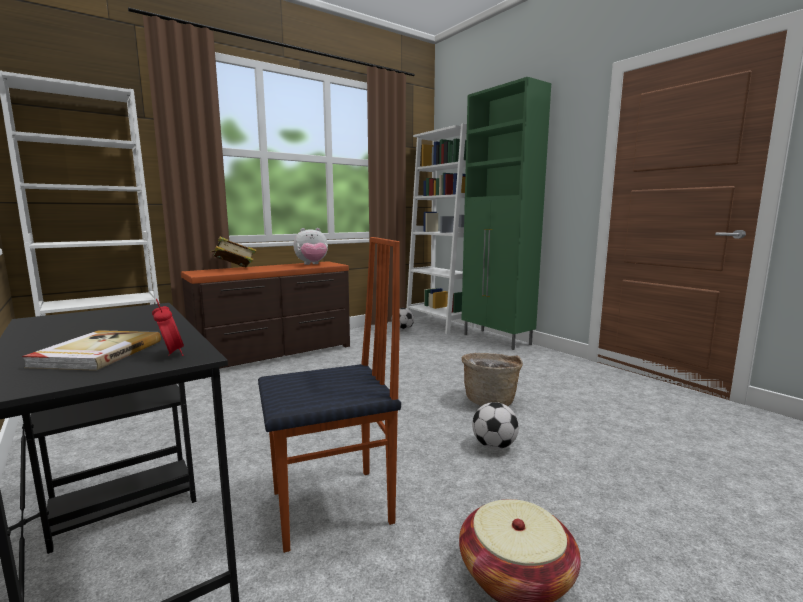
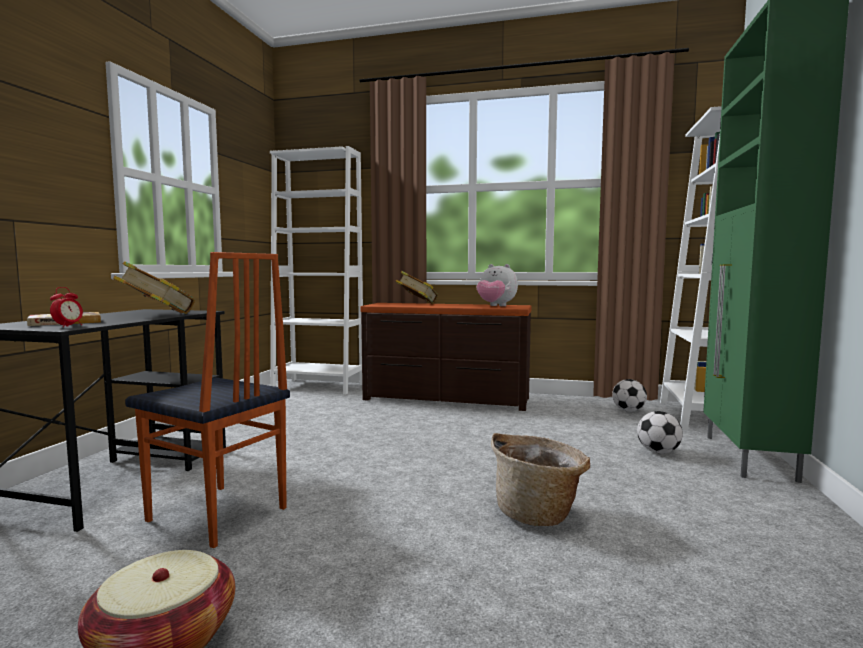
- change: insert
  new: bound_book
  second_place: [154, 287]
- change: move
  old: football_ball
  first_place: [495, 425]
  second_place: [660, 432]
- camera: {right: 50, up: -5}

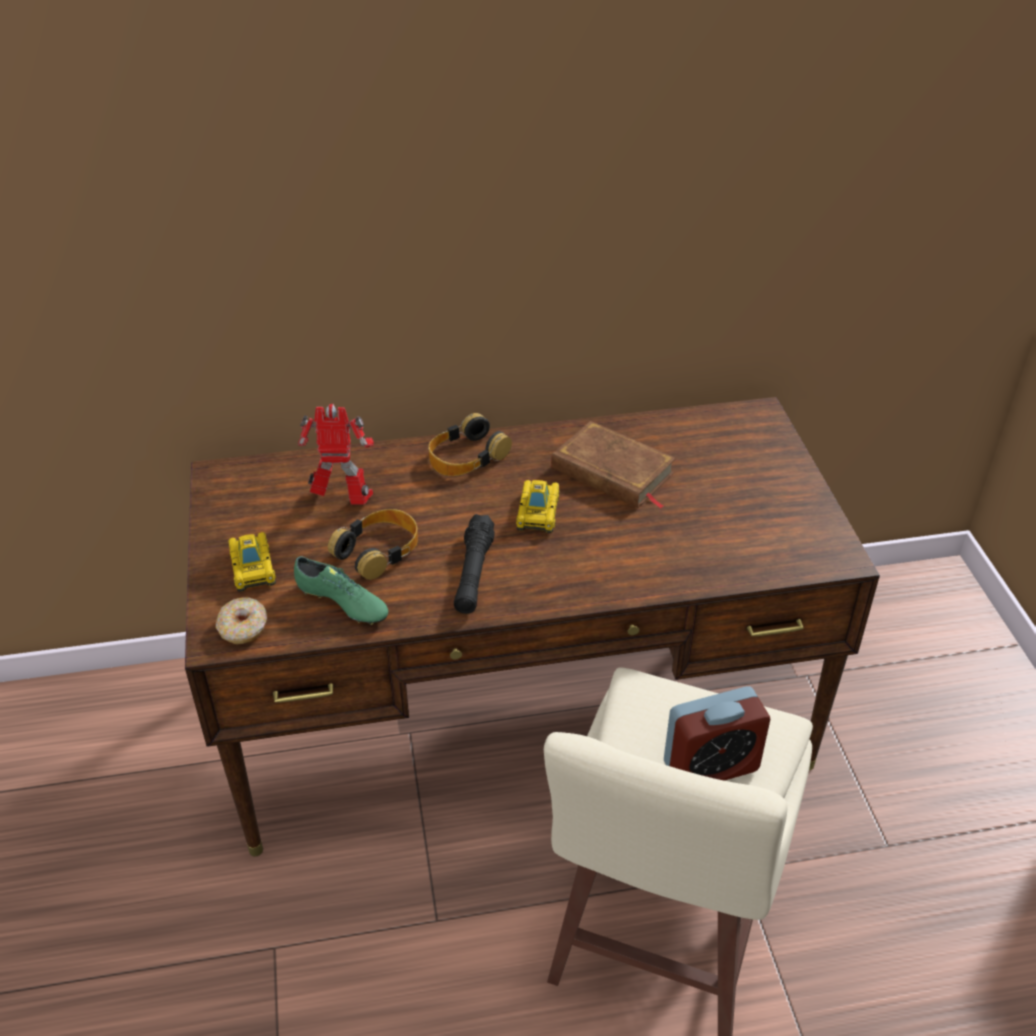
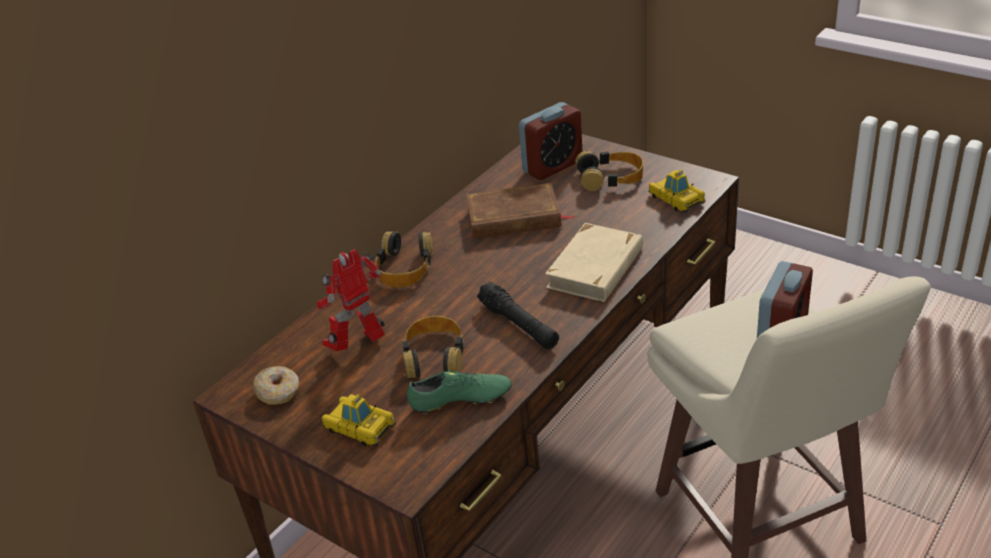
- change: move
  old: ring_doughnut
  first_place: [241, 621]
  second_place: [275, 385]
- change: insert
  new: table_clock
  second_place: [550, 141]
- change: insert
  new: sand-coloured_bound_book
  second_place: [594, 262]
- change: insert
  new: pair_of_headphones
  second_place: [609, 170]
- change: move
  old: toy_car
  first_place: [538, 506]
  second_place: [677, 191]
- camera: {right: -40, up: -5}

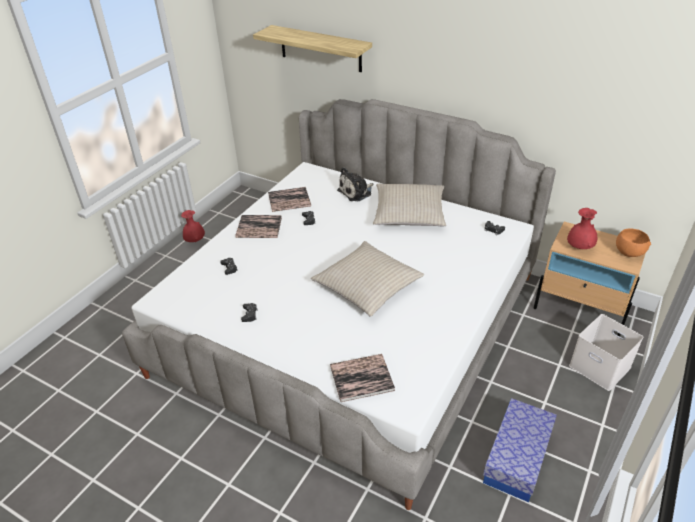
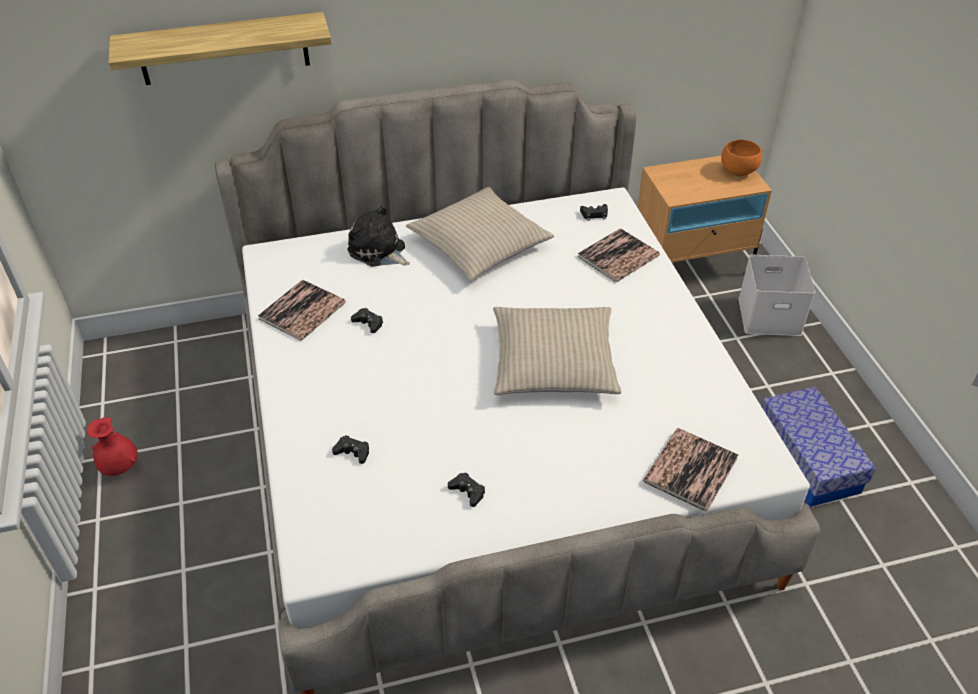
- change: rotate
  old: soft_toy
  first_place: [355, 184]
  second_place: [378, 235]
  degrees: 120
- change: move
  old: bound_book
  first_place: [258, 226]
  second_place: [619, 255]
- change: delete
  old: red_decorative_vase
  first_place: [582, 228]
- camera: {right: -45, up: 5}

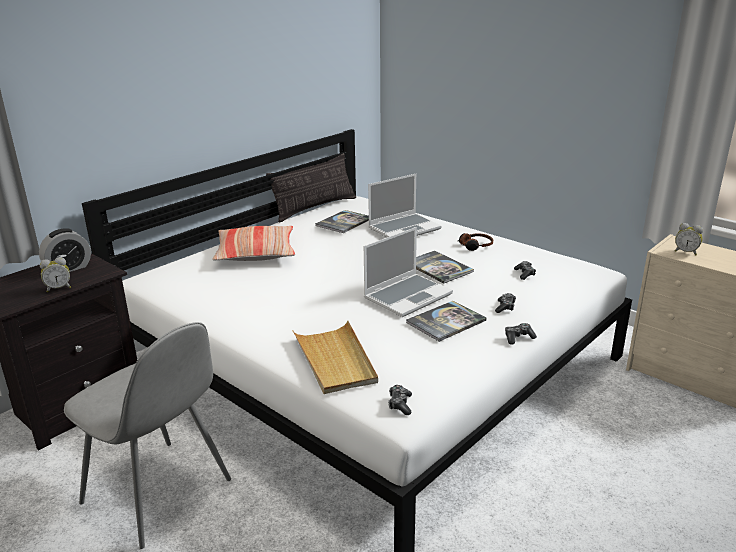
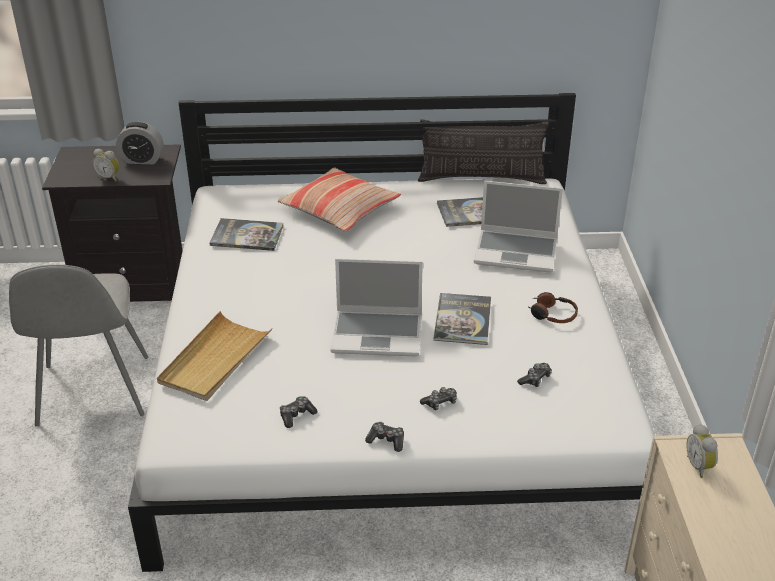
- change: move
  old: bound_book
  first_place: [446, 321]
  second_place: [246, 234]
- change: move
  old: game_controller
  first_place: [400, 400]
  second_place: [298, 412]
- camera: {right: 45, up: 10}

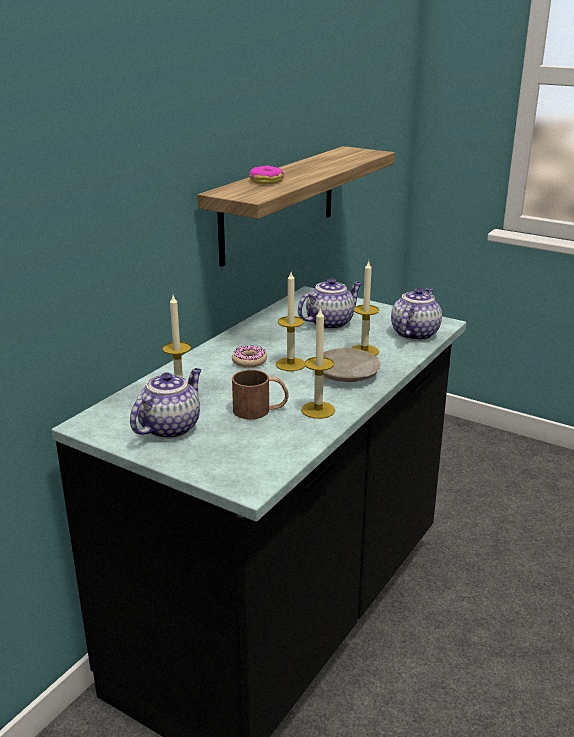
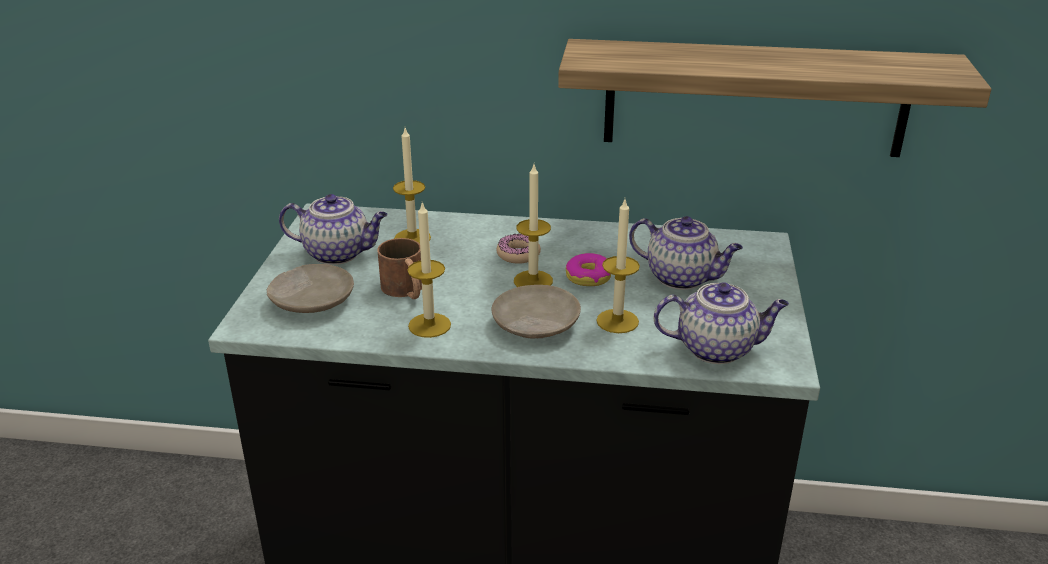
- change: insert
  new: sand-coloured_dinner_plate
  second_place: [310, 288]
- change: move
  old: ring_doughnut
  first_place: [266, 174]
  second_place: [588, 269]
- camera: {right: 65, up: 5}

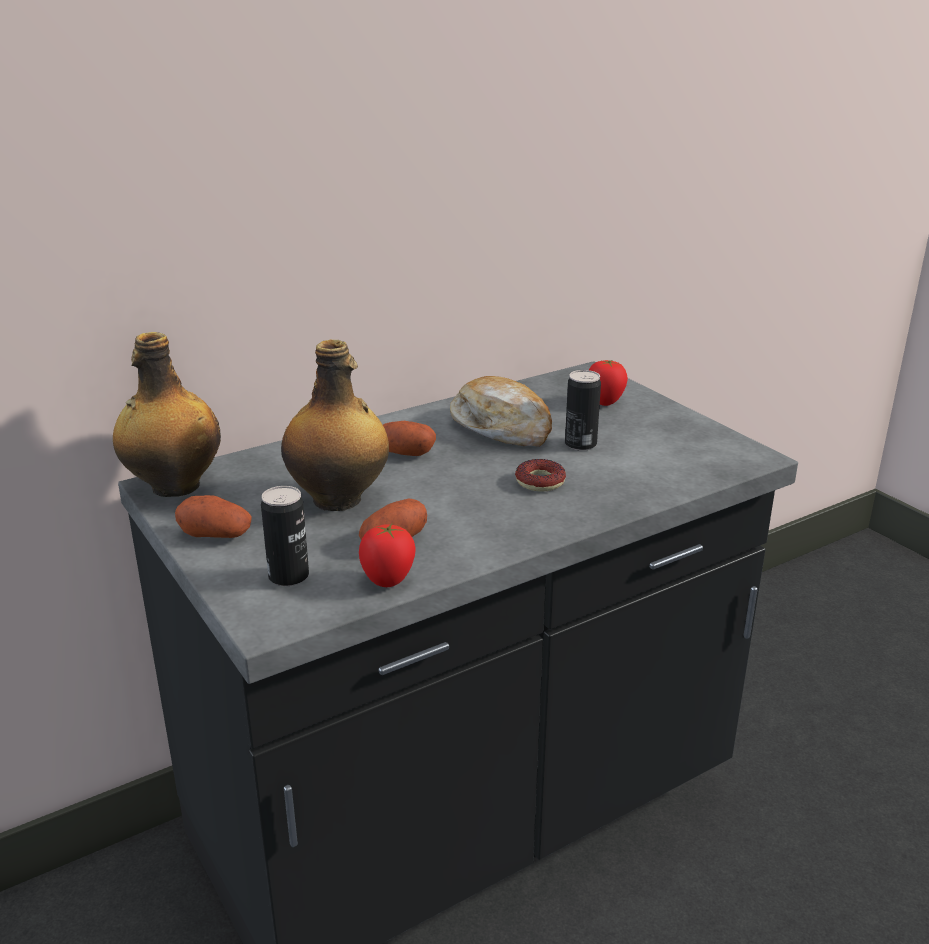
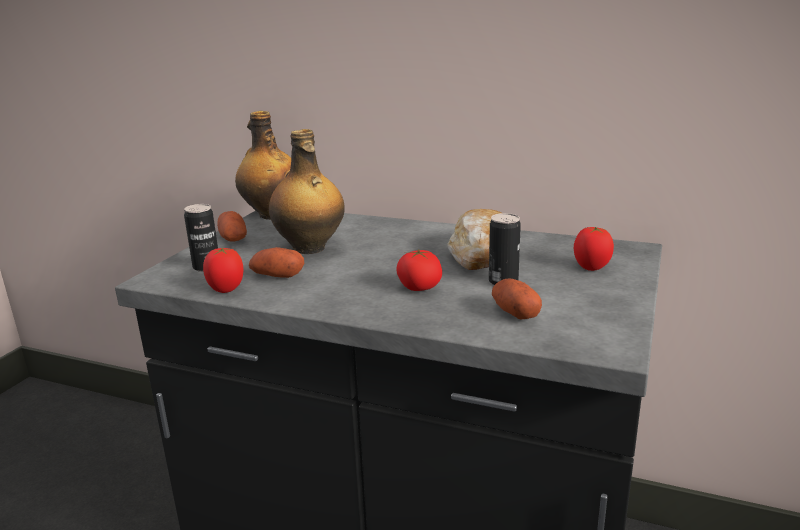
- change: replace
  old: ring_doughnut
  new: whole_tomato
  first_place: [540, 475]
  second_place: [419, 270]
- change: move
  old: potato
  first_place: [409, 438]
  second_place: [517, 299]
- camera: {right: 55, up: -5}

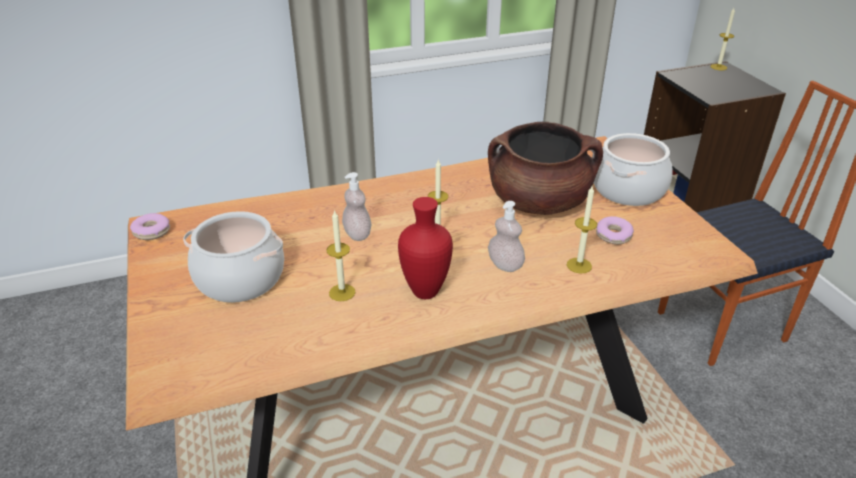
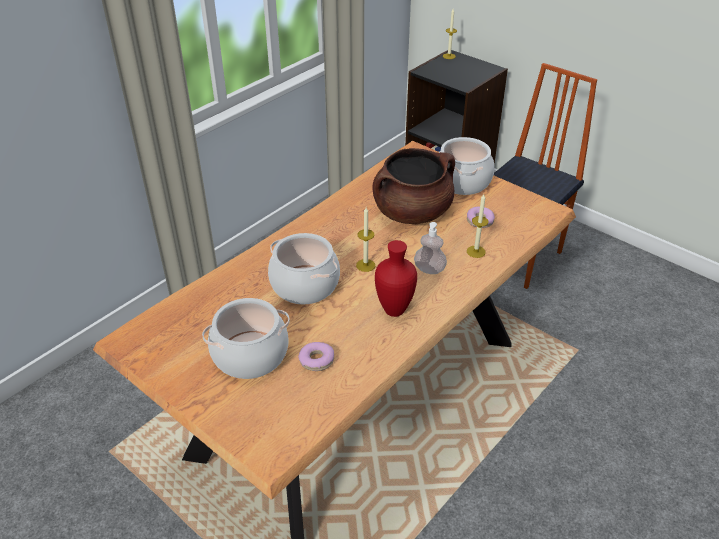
- change: replace
  old: soap_bottle
  new: saucepot
  first_place: [357, 206]
  second_place: [304, 268]
- change: move
  old: ring_doughnut
  first_place: [150, 226]
  second_place: [316, 356]
- change: delete
  old: wax_candle
  first_place: [340, 255]
- camera: {right: -30, up: 5}

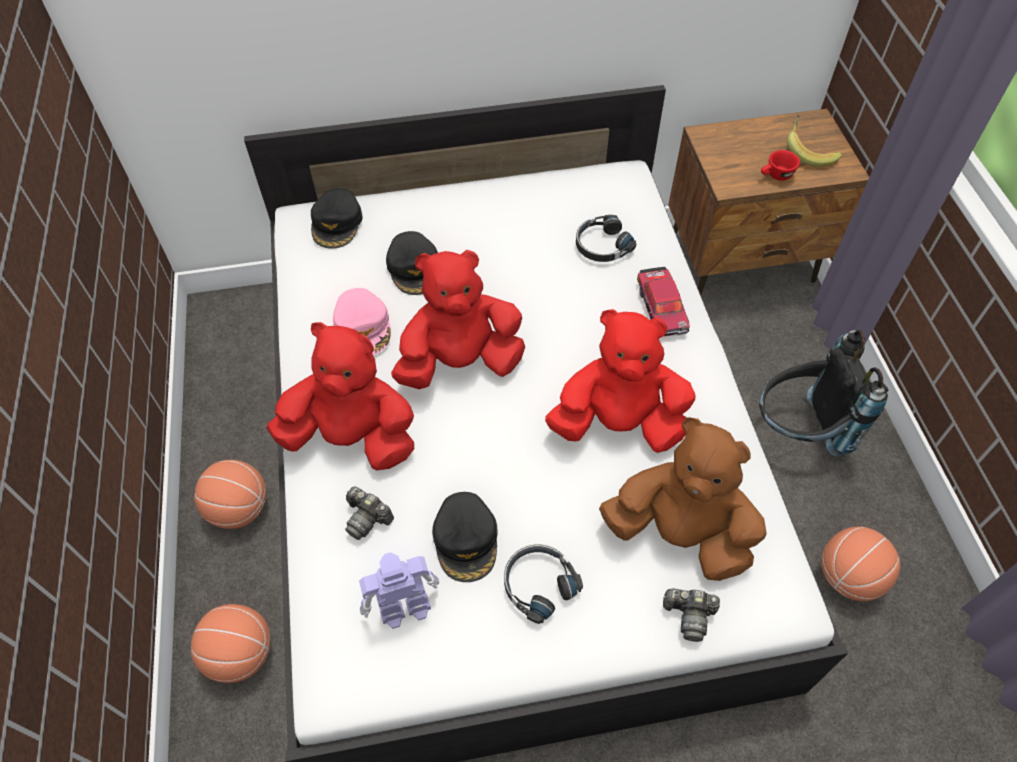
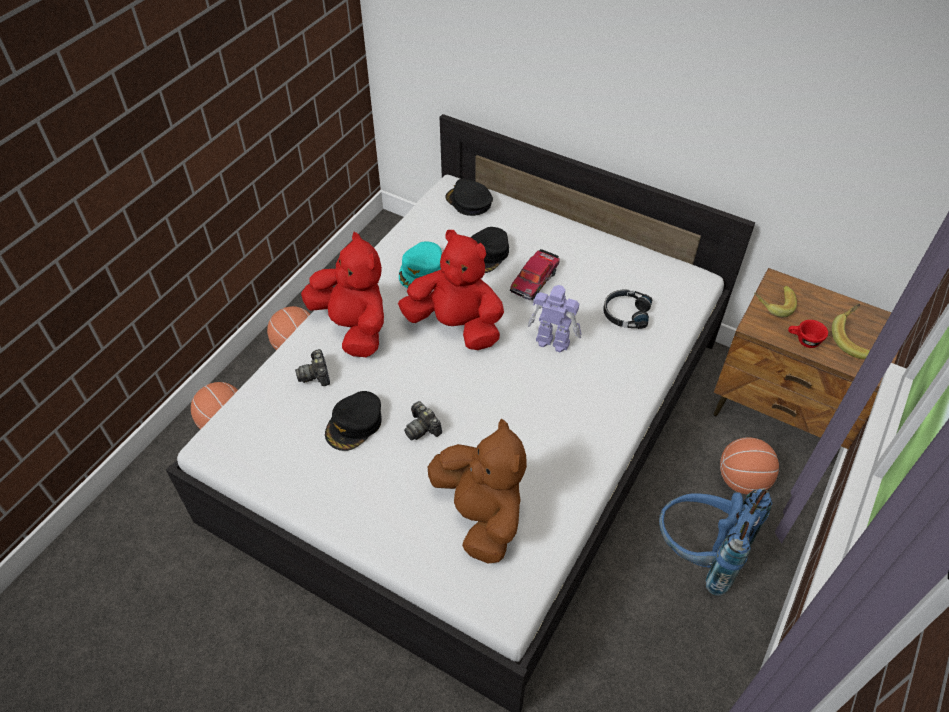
- change: recolor
  old: pink-coloured_cap
  new: turquoise_cap
  first_place: [362, 321]
  second_place: [420, 265]
- change: move
  old: photo_camera
  first_place: [691, 615]
  second_place: [423, 420]
- change: rotate
  old: blackish_cap
  first_place: [337, 218]
  second_place: [469, 197]
  degrees: 90
- change: move
  old: toy_car
  first_place: [663, 301]
  second_place: [535, 275]
- change: move
  old: robot_figure
  first_place: [399, 590]
  second_place: [554, 319]
- change: recolor
  old: blackish_rucksack
  new: blue-coloured_rucksack
  first_place: [823, 393]
  second_place: [715, 542]
- change: move
  old: basketball_ball
  first_place: [860, 564]
  second_place: [749, 465]
- change: insert
  new: whole_banana
  second_place: [775, 301]
- change: delete
  old: blackish_pair_of_headphones
  first_place: [543, 584]
- change: delete
  old: red_soft_toy
  first_place: [620, 381]
- camera: {right: 40, up: -5}

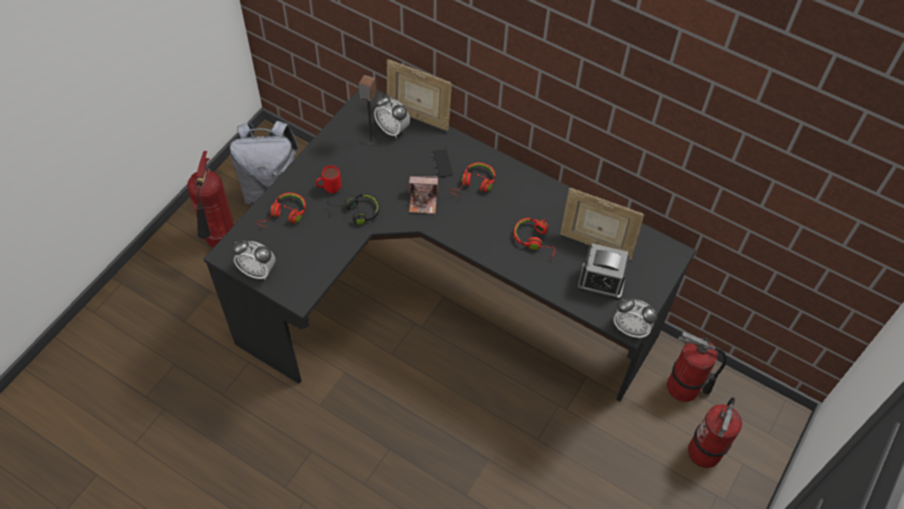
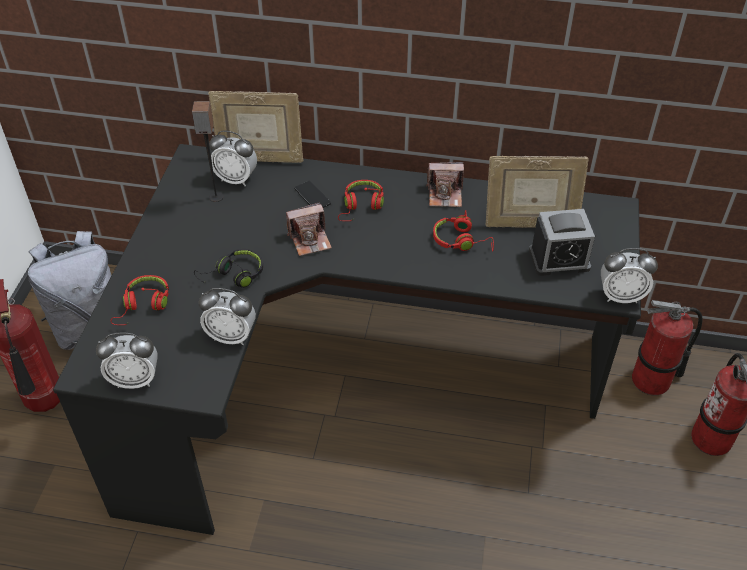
- change: insert
  new: table_clock
  second_place: [227, 316]
- change: insert
  new: photo_camera
  second_place: [445, 184]
- change: delete
  old: red_mug
  first_place: [328, 179]
- camera: {right: -20, up: -10}

